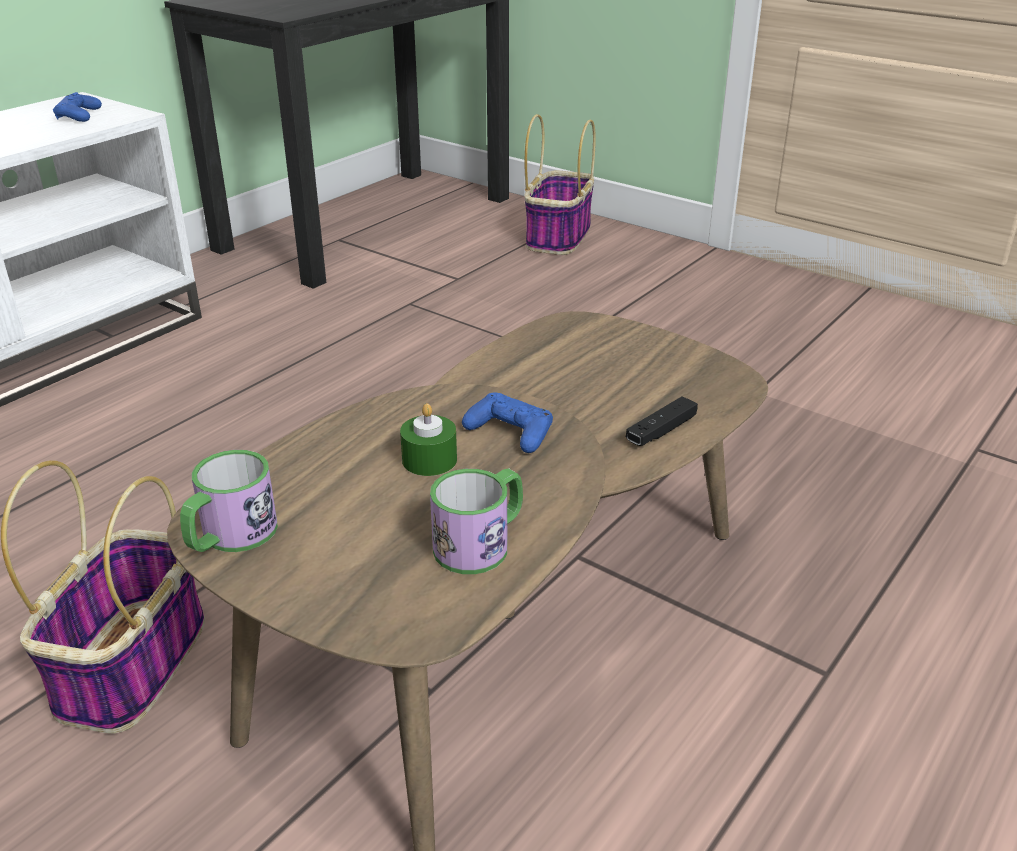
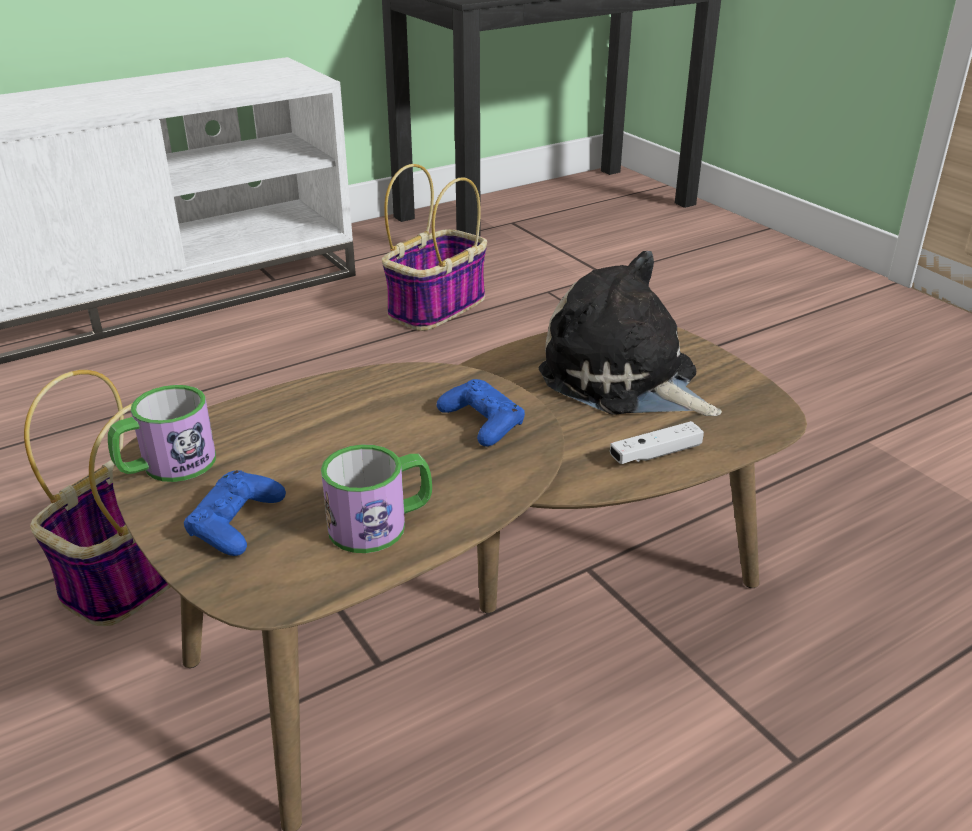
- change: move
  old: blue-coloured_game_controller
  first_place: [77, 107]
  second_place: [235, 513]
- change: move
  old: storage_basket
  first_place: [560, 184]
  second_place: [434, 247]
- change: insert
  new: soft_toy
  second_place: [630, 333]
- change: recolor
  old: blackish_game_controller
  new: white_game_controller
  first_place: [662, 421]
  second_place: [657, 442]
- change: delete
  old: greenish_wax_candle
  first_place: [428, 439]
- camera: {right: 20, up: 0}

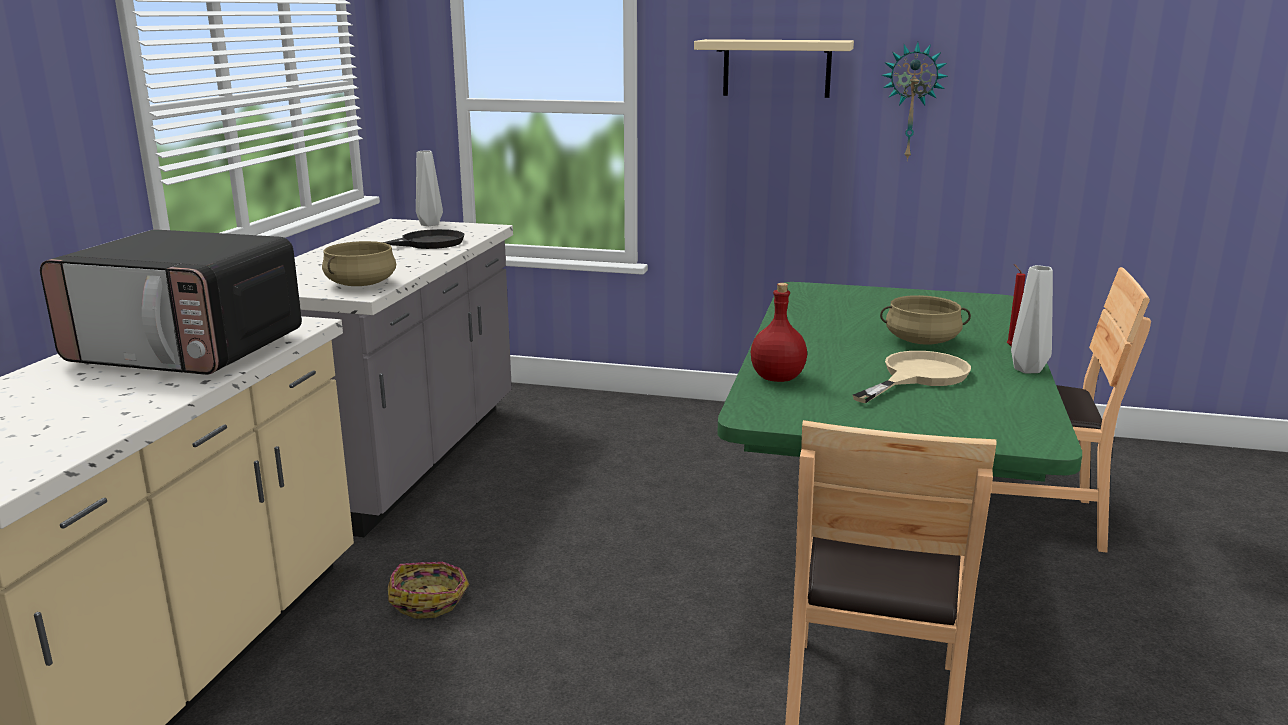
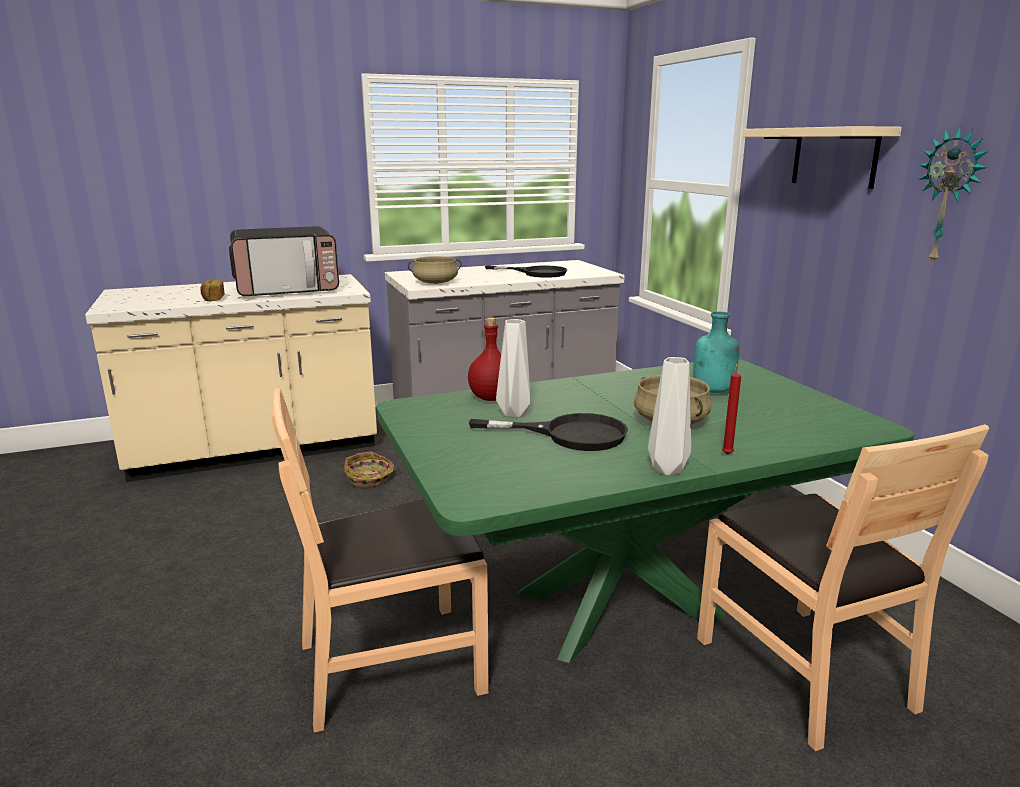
- change: insert
  new: baked_bread
  second_place: [212, 290]
- change: rotate
  old: microwave
  first_place: [171, 302]
  second_place: [284, 261]
  degrees: -90
- change: recolor
  old: sand-coloured_pan
  new: blackish_pan
  first_place: [911, 377]
  second_place: [548, 432]
- change: move
  old: gray_decorative_vase
  first_place: [429, 188]
  second_place: [513, 368]
- change: insert
  new: turquoise_beverage_bottle
  second_place: [716, 352]
- camera: {right: 55, up: 0}

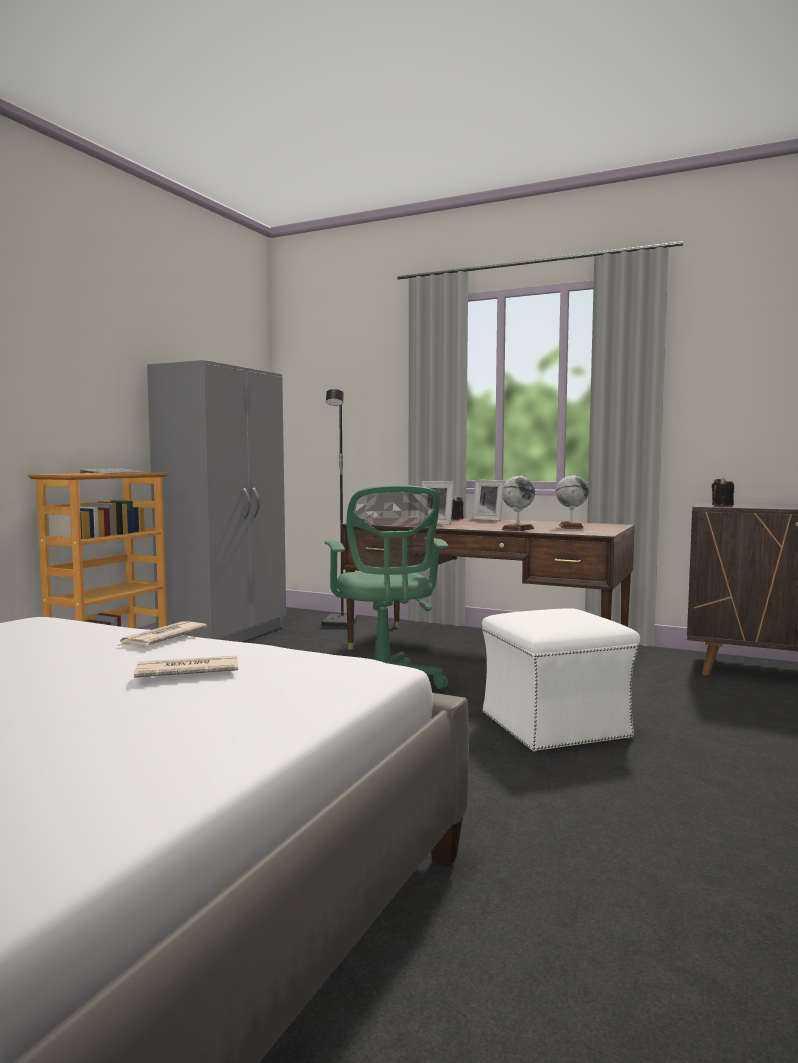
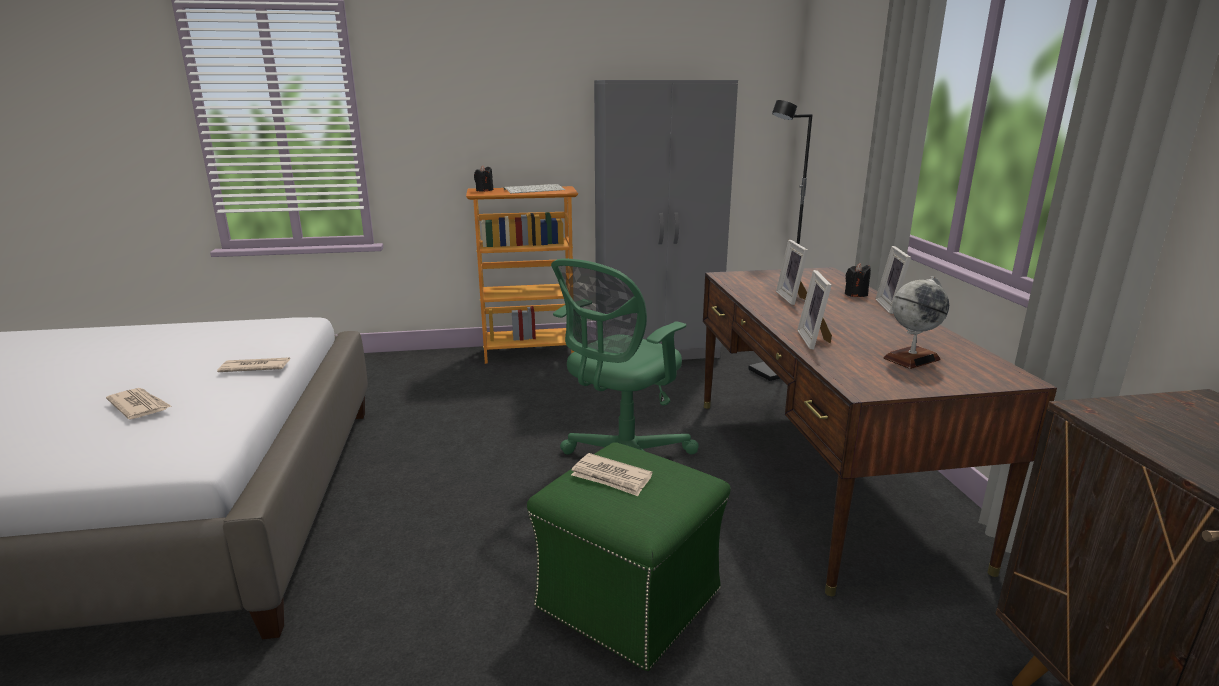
- change: move
  old: blackish_wax_candle
  first_place: [723, 491]
  second_place: [483, 179]
- change: recolor
  old: white_ottoman
  new: greenish_ottoman
  first_place: [561, 680]
  second_place: [629, 556]
- change: insert
  new: newspaper
  second_place: [611, 474]
- change: replace
  old: globe
  new: standing_frame
  first_place: [518, 502]
  second_place: [814, 310]
- camera: {right: 55, up: 15}

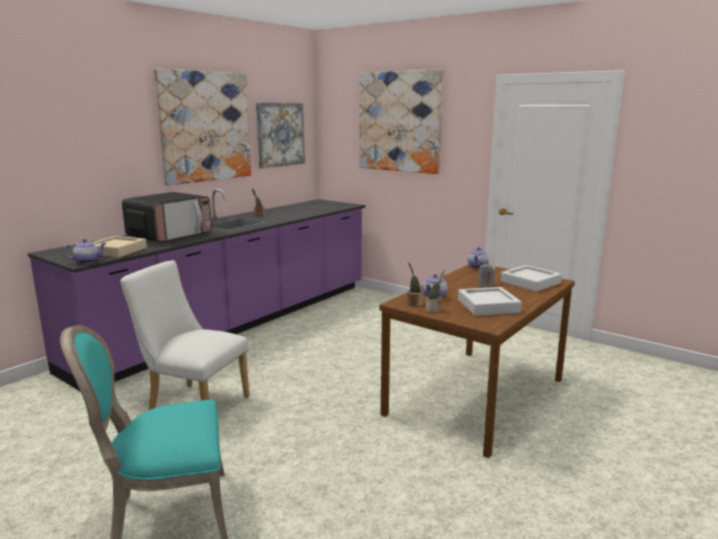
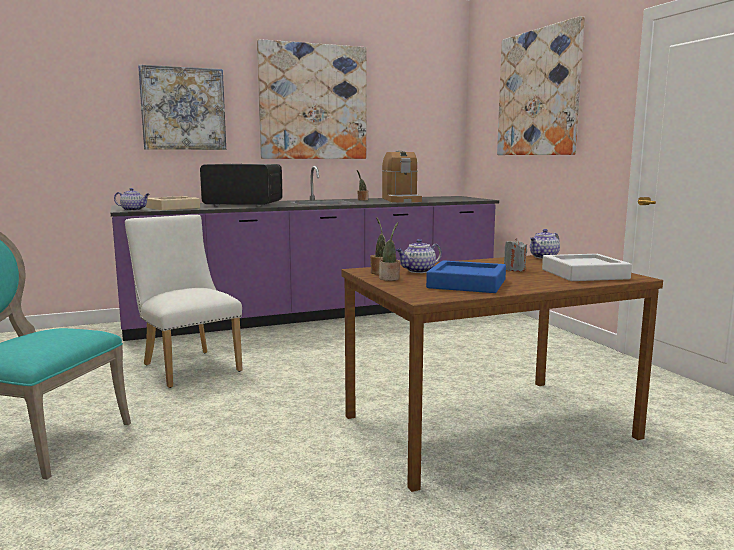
- change: move
  old: picture
  first_place: [280, 135]
  second_place: [182, 107]
- change: rotate
  old: microwave
  first_place: [167, 217]
  second_place: [241, 185]
  degrees: -150
- change: insert
  new: coffee_machine
  second_place: [402, 176]
- change: recolor
  old: gray_tray
  new: blue-coloured_tray
  first_place: [490, 301]
  second_place: [466, 276]
- camera: {right: 30, up: -5}

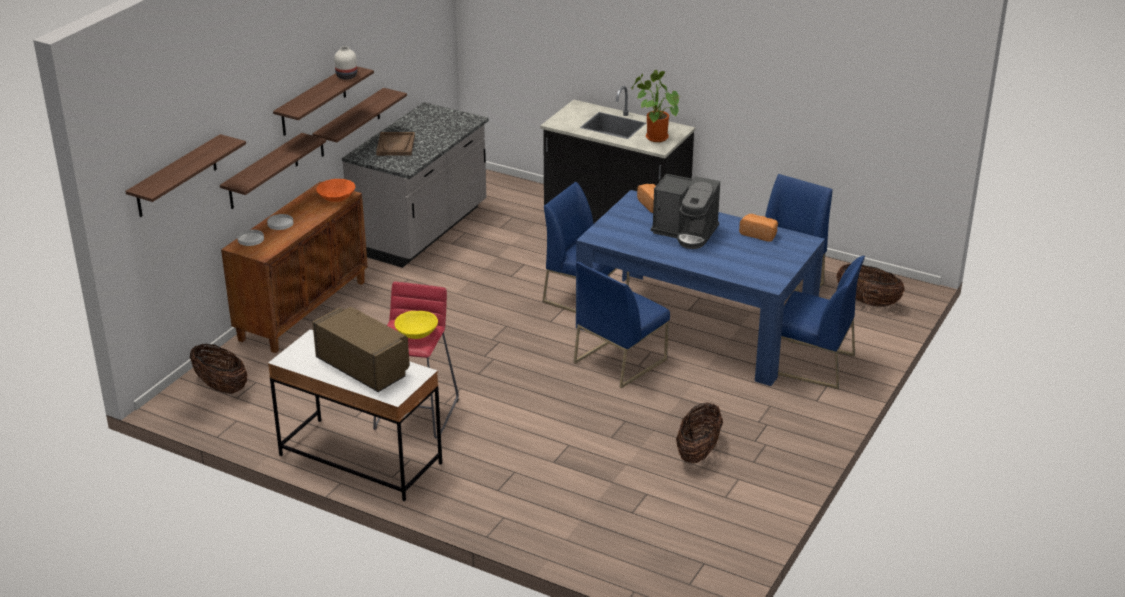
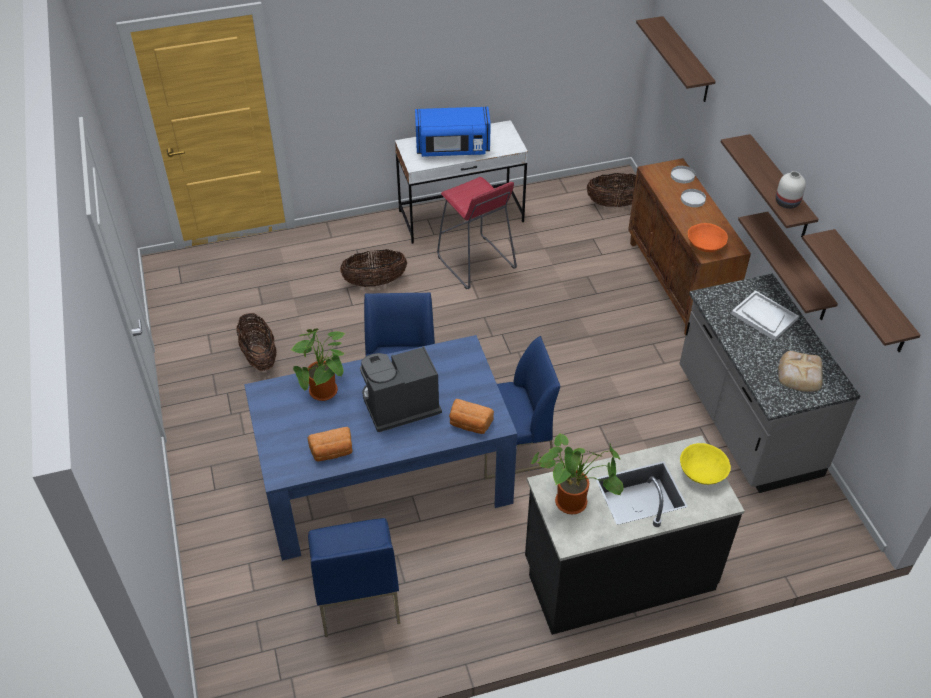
- change: insert
  new: houseplant
  second_place: [318, 364]
- change: move
  old: storage_basket
  first_place: [870, 285]
  second_place: [373, 268]
- change: recolor
  old: brownish_microwave
  new: blue-coloured_microwave
  first_place: [361, 349]
  second_place: [453, 132]
- change: move
  old: yellow-coloured_serving_bowl
  first_place: [416, 325]
  second_place: [705, 464]
- change: recolor
  old: brownish_tray
  new: white_tray
  first_place: [395, 144]
  second_place: [765, 315]
- change: insert
  new: baked_bread
  second_place: [800, 371]
- change: move
  old: bracket_shelf
  first_place: [273, 171]
  second_place: [861, 290]
- change: delete
  old: blue-coloured_chair
  first_place: [821, 322]
- camera: {right: 135, up: 15}

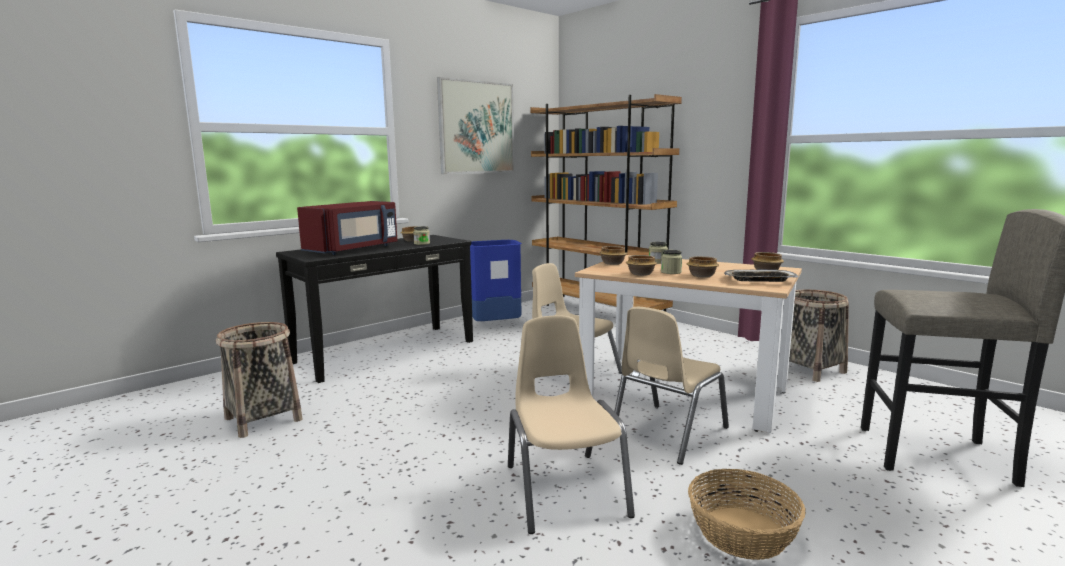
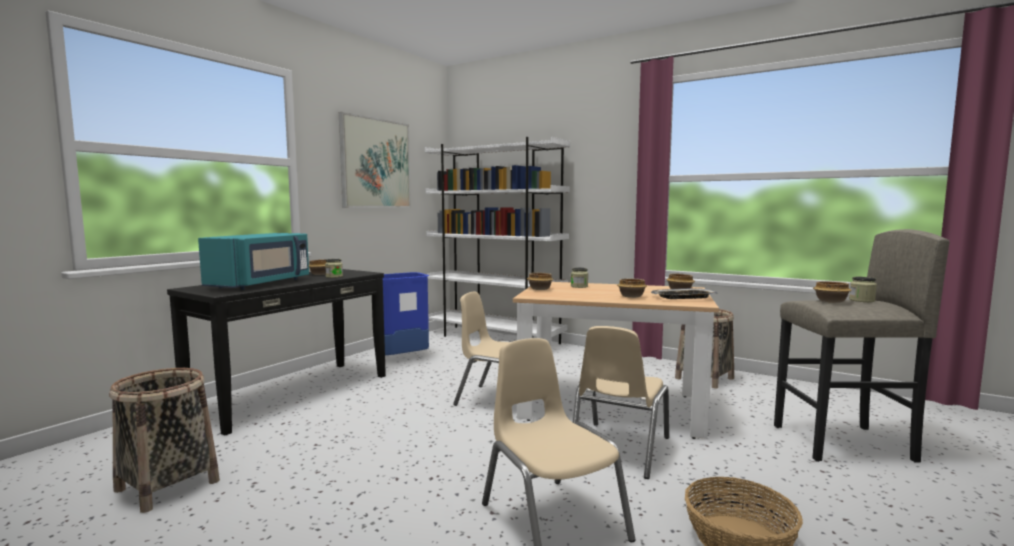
- change: recolor
  old: red_microwave
  new: turquoise_microwave
  first_place: [347, 228]
  second_place: [253, 261]
- change: recolor
  old: brownish_bookshelf
  new: white_bookshelf
  first_place: [606, 203]
  second_place: [497, 240]
- change: move
  old: serving_bowl
  first_place: [641, 265]
  second_place: [832, 292]
- change: move
  old: jar
  first_place: [671, 262]
  second_place: [863, 289]
- camera: {right: -15, up: -5}

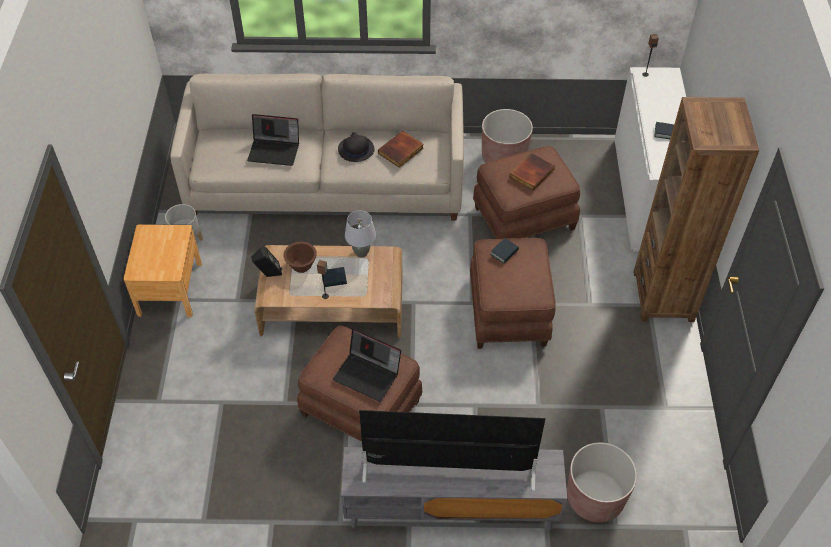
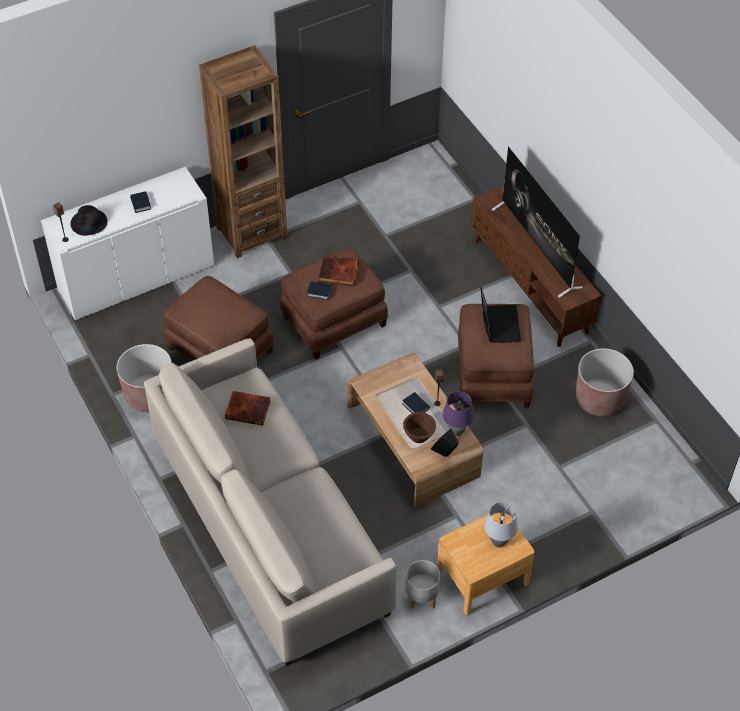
- change: move
  old: blackish_hat
  first_place: [356, 147]
  second_place: [88, 220]
- change: move
  old: bound_book
  first_place: [532, 172]
  second_place: [339, 271]
- change: insert
  new: purplish_table_lamp
  second_place: [458, 413]
- change: recolor
  old: gray_tv_stand
  new: brownish_tv_stand
  first_place: [454, 488]
  second_place: [536, 266]
- change: move
  old: gray_table_lamp
  first_place: [360, 234]
  second_place: [501, 524]
- change: move
  old: brownish_flower_pot
  first_place: [602, 482]
  second_place: [605, 382]
- change: delete
  old: laptop
  first_place: [273, 140]
- camera: {right: -120, up: 0}

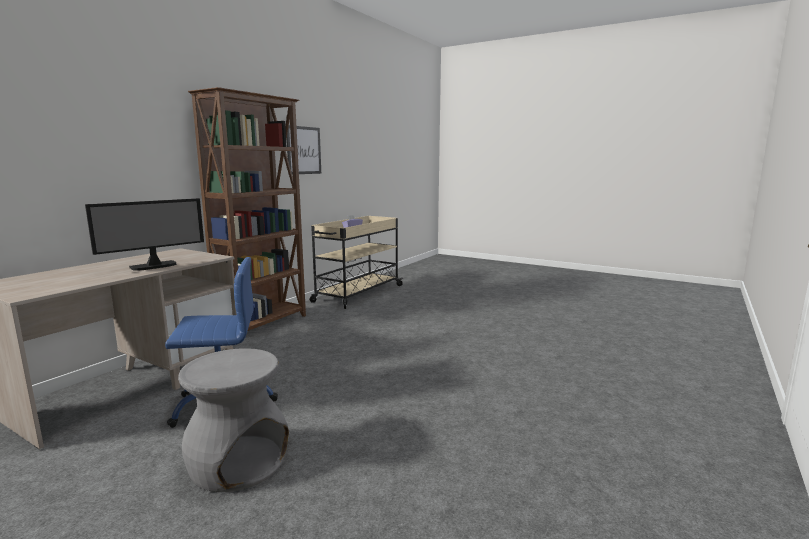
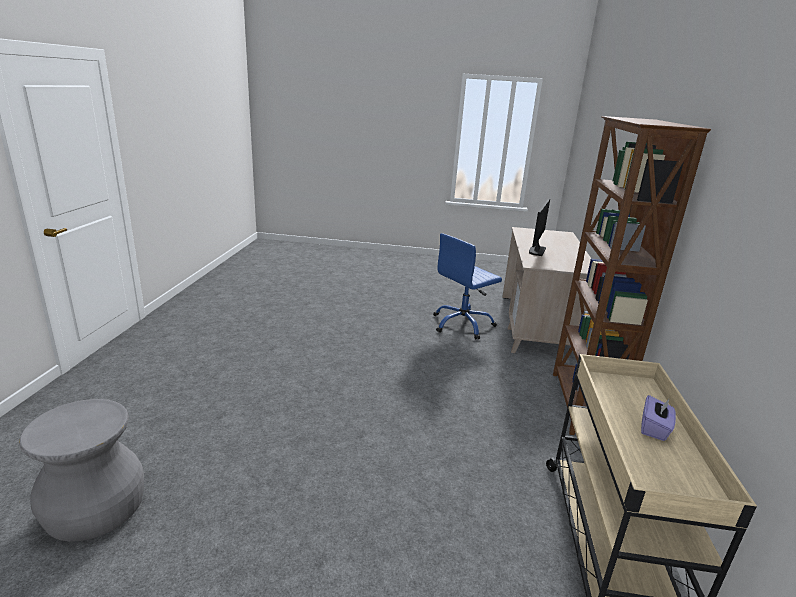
- change: move
  old: gray_stool_seat
  first_place: [233, 420]
  second_place: [82, 470]
- change: delete
  old: picture
  first_place: [304, 150]
- camera: {right: 155, up: 10}

